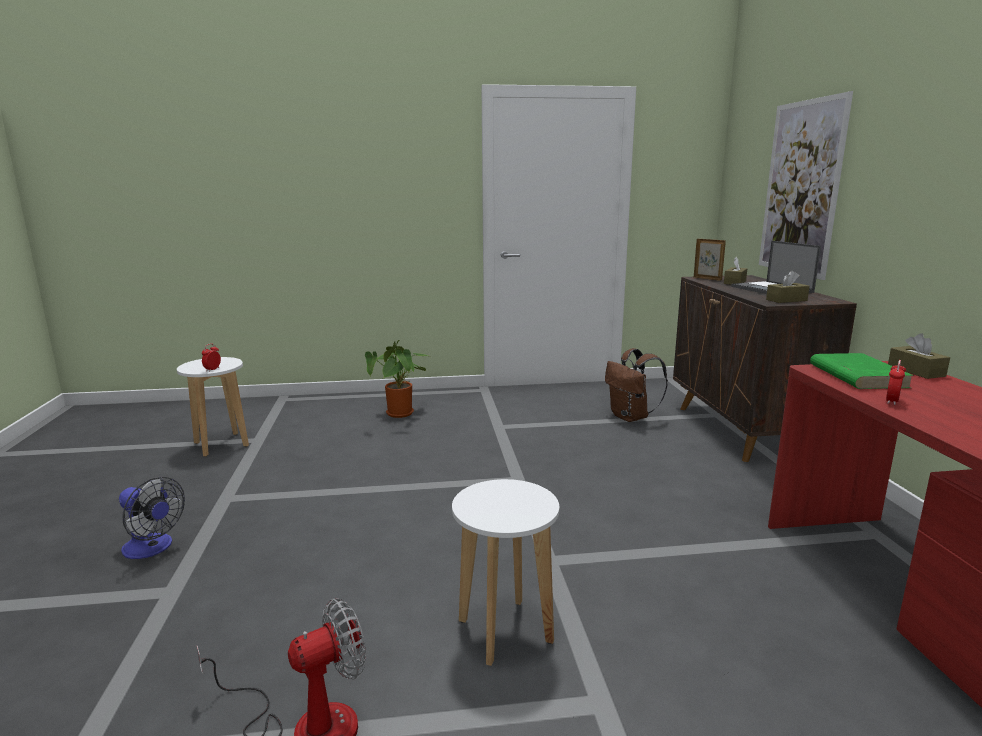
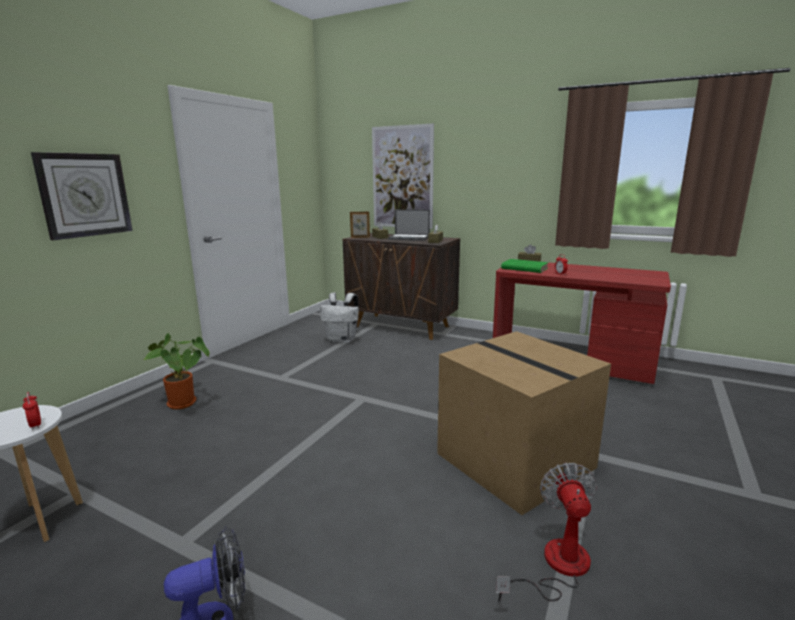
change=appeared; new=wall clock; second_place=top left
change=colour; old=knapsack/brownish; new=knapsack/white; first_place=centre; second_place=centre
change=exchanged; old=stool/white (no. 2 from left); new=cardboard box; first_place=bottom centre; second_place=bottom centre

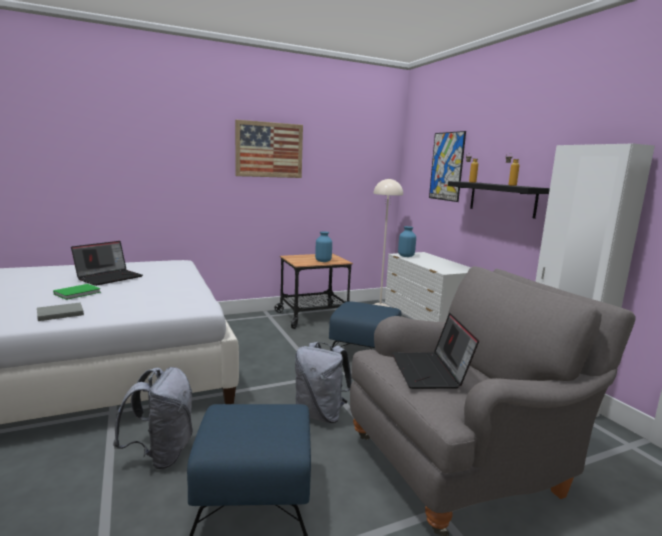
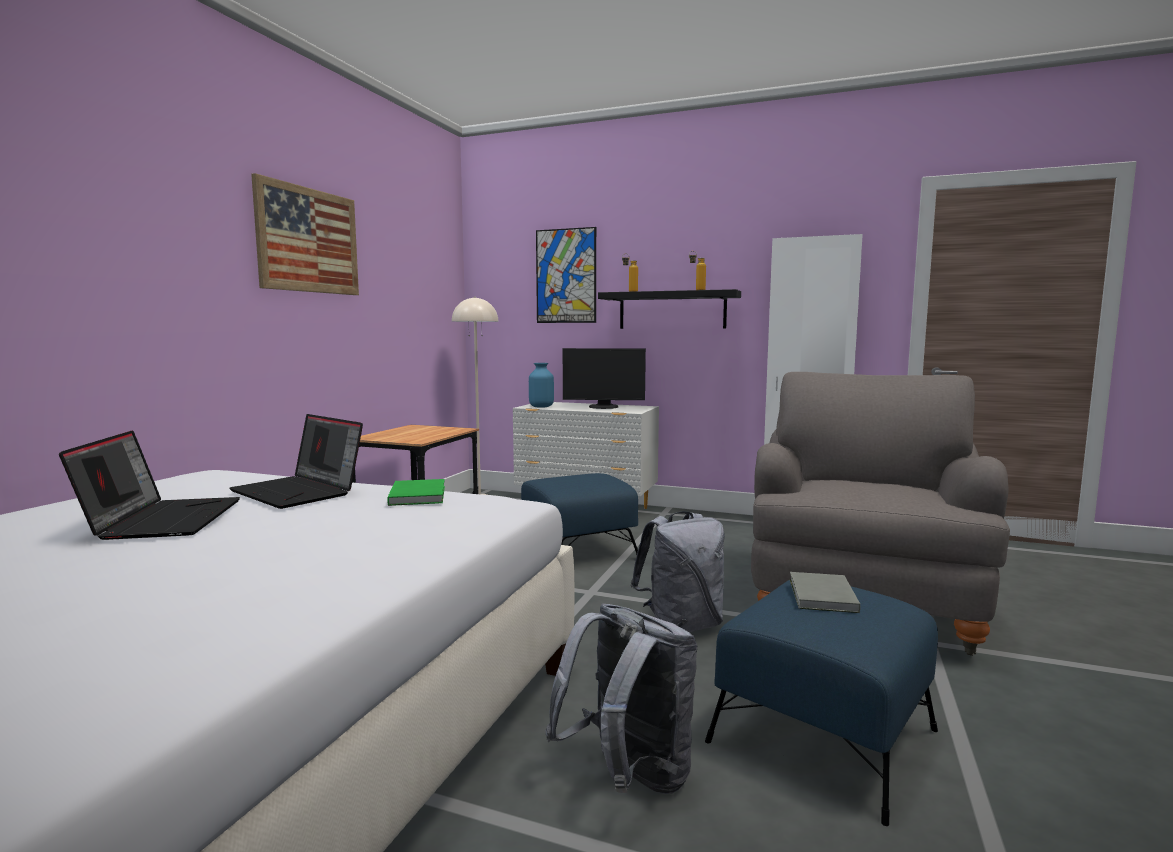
change=relocated; old=portable computer (no. 2 from left); first_place=centre; second_place=middle left
change=relocated; old=book/green; first_place=middle left; second_place=centre
change=appeared; new=computer display; second_place=centre
change=relocated; old=book/gray; first_place=middle left; second_place=bottom right
change=missing; old=vase/blue-coloured (no. 1 from left); first_place=centre

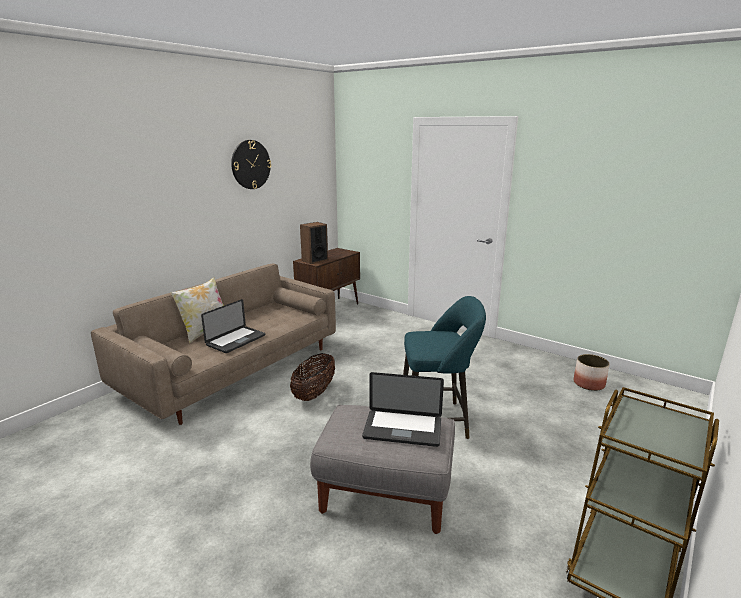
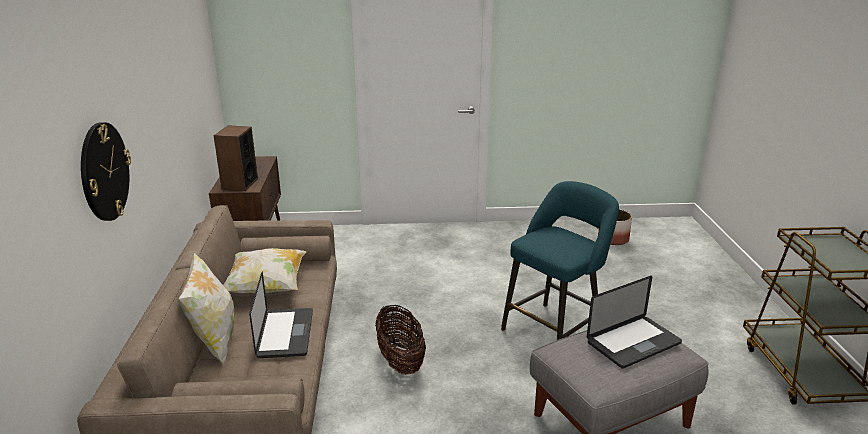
change=relocated; old=wall clock; first_place=top centre; second_place=middle left
change=appeared; new=pillow (no. 2 from left); second_place=middle left

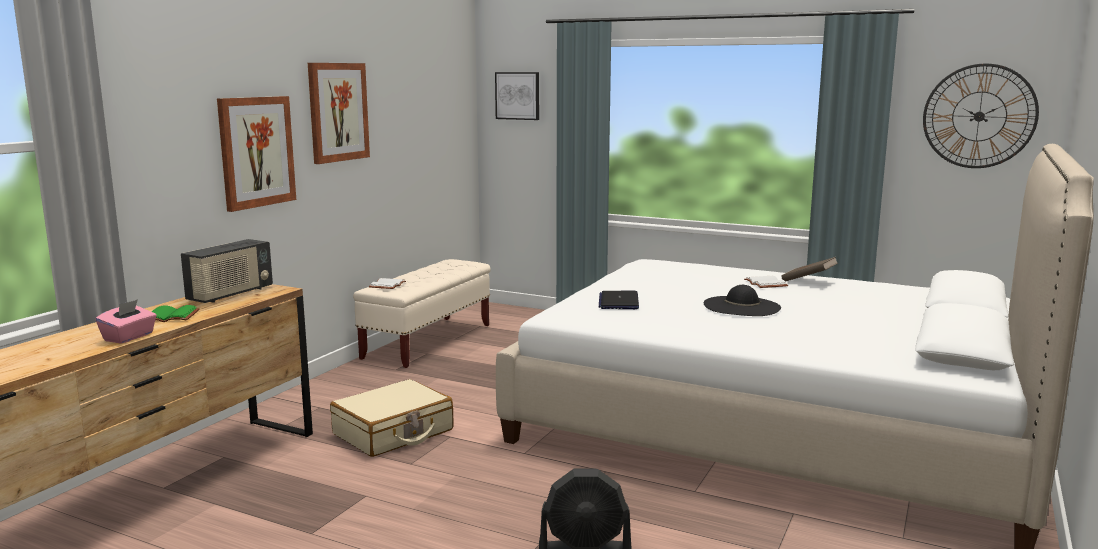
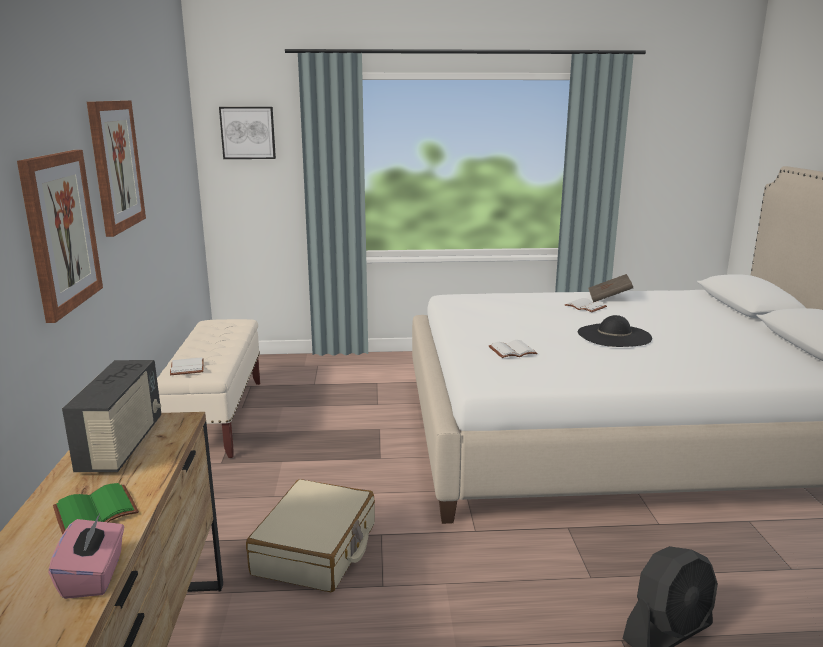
change=exchanged; old=portable computer; new=book/white (no. 2 from left); first_place=centre; second_place=centre
change=missing; old=wall clock; first_place=top right

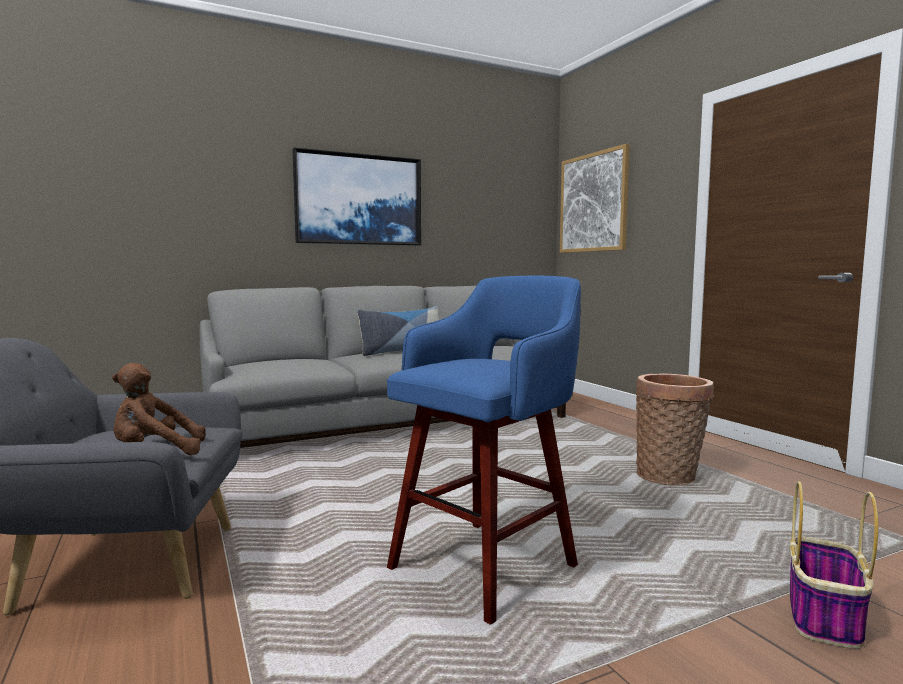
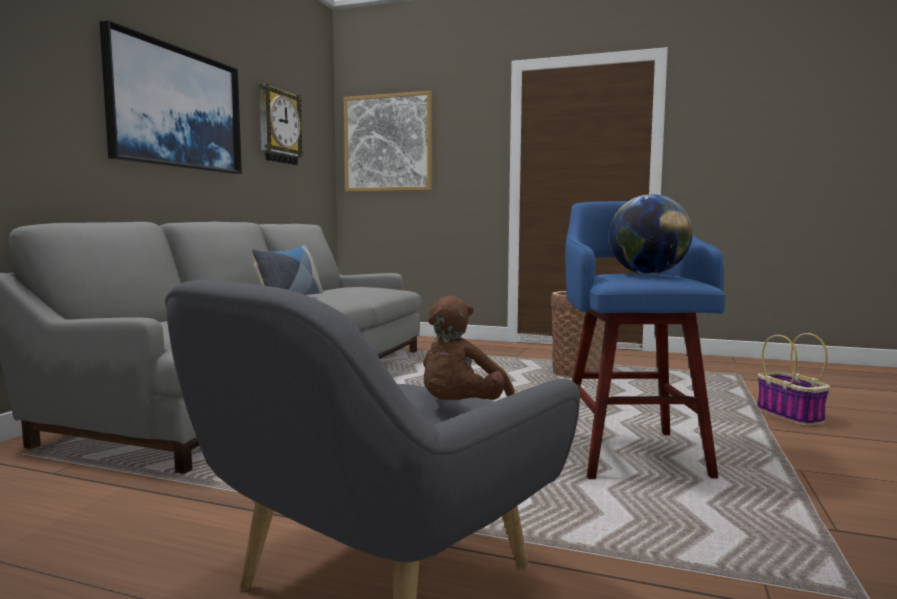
change=appeared; new=wall clock; second_place=top left
change=appeared; new=world globe; second_place=middle right

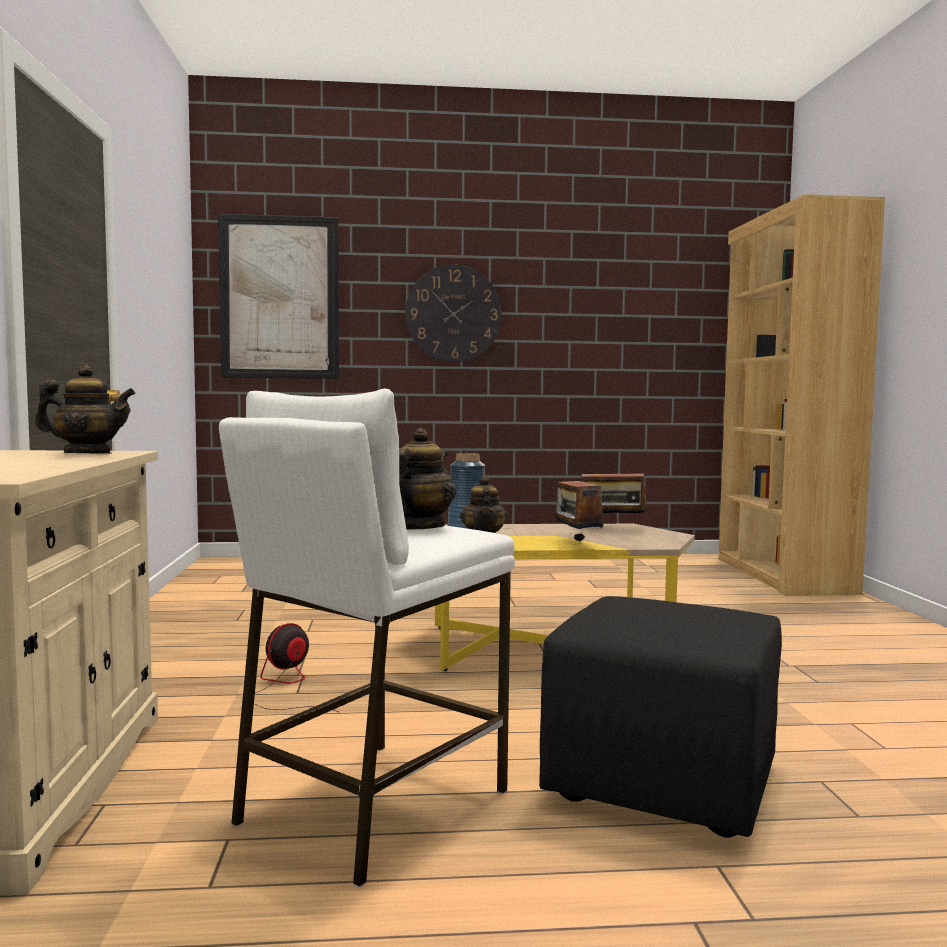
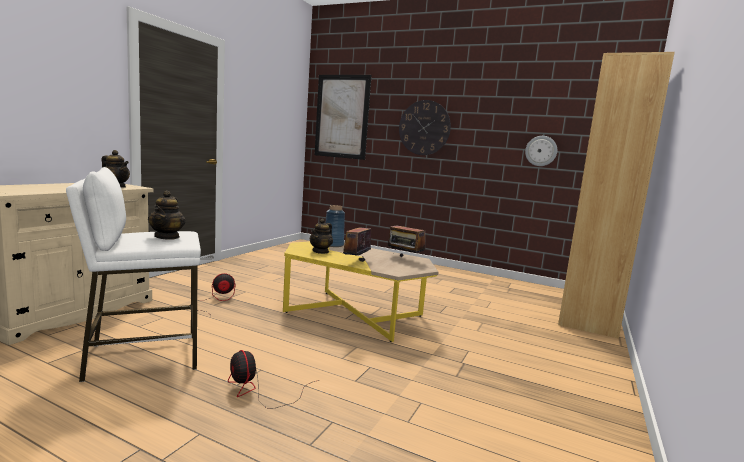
change=spun; old=pot for tea (no. 2 from left); first_place=centre; second_place=middle left; degrees=120
change=exchanged; old=ottoman/blackish; new=electric fan (no. 2 from left); first_place=bottom right; second_place=bottom centre
change=appeared; new=wall clock (no. 2 from left); second_place=top right

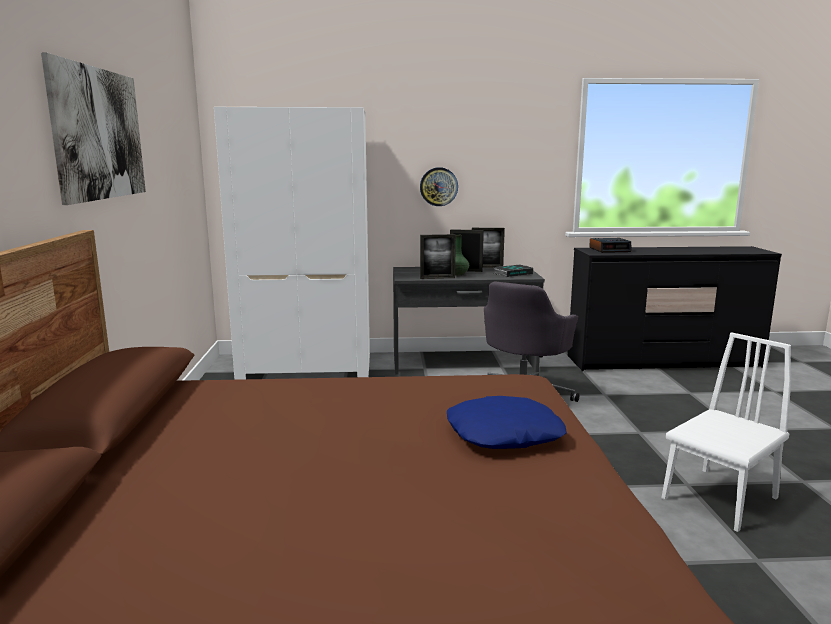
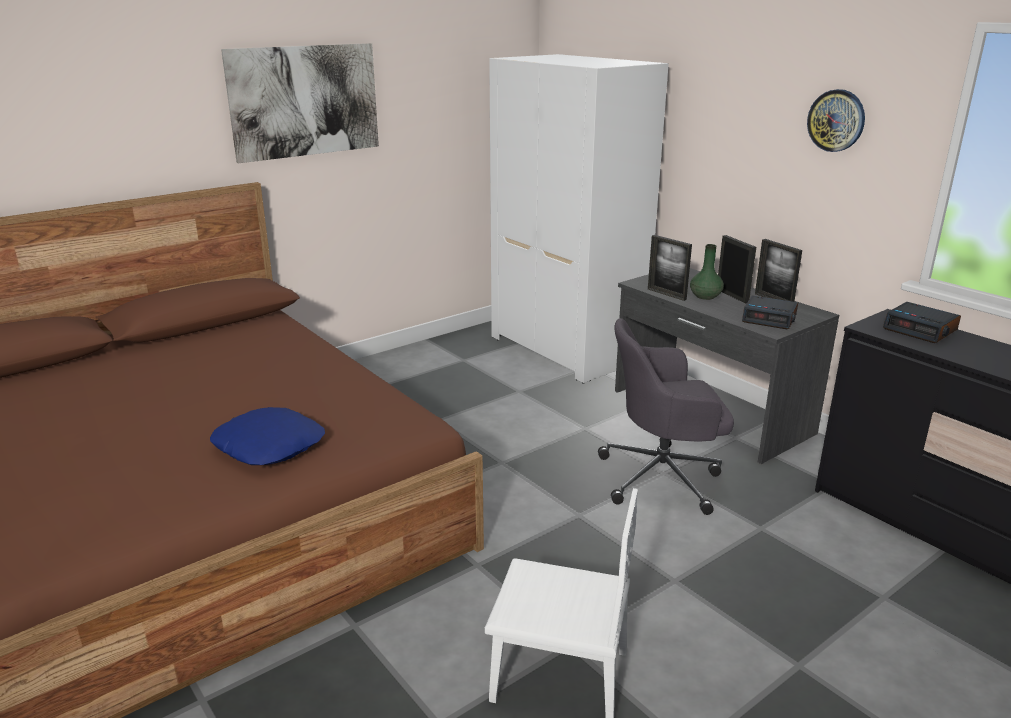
change=exchanged; old=book; new=bedside clock (no. 1 from left); first_place=centre; second_place=middle right
change=relocated; old=wall clock; first_place=top centre; second_place=top right

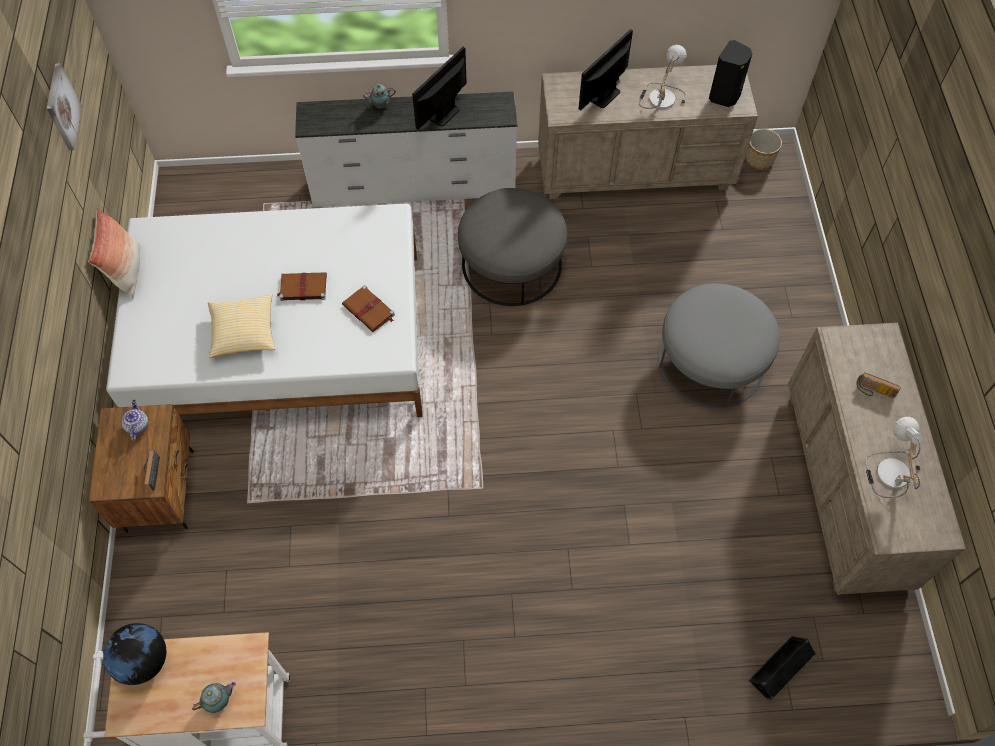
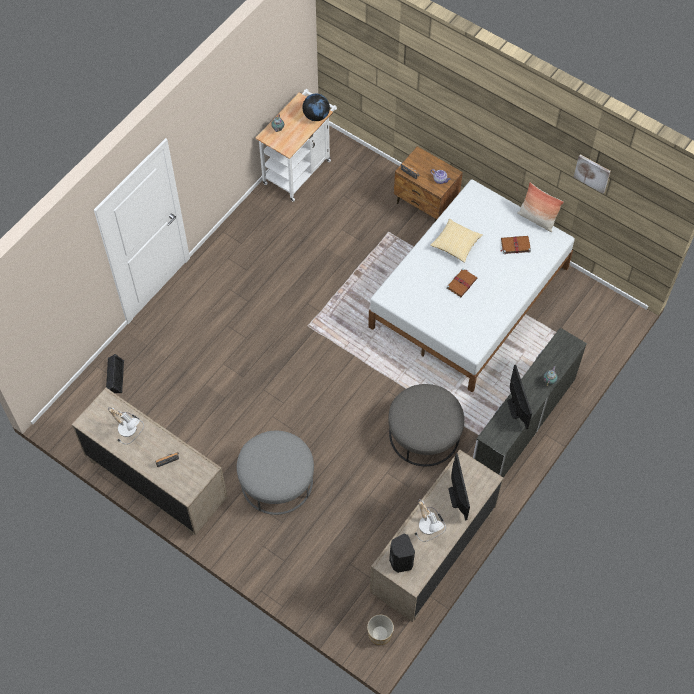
change=relocated; old=book/brownish (no. 2 from left); first_place=centre; second_place=middle right

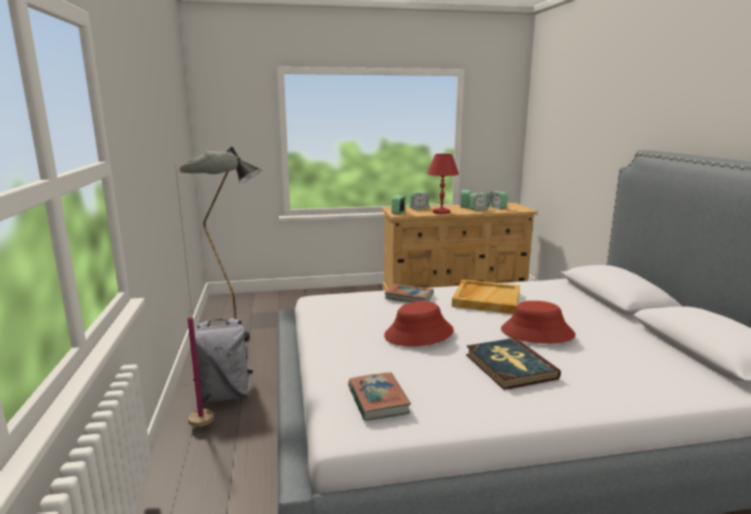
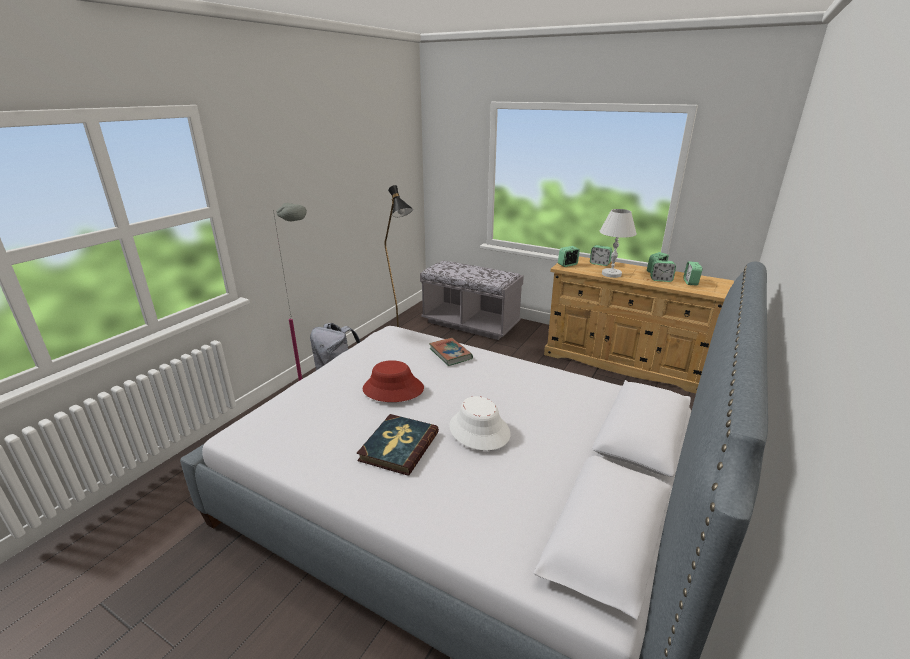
change=appeared; new=bench/gray; second_place=centre
change=colour; old=hat/reddish (no. 2 from left); new=hat/white; first_place=middle right; second_place=centre
change=colour; old=table lamp/reddish; new=table lamp/white; first_place=centre; second_place=middle right
change=missing; old=book (no. 1 from left); first_place=bottom centre
change=missing; old=tray/sand-coloured; first_place=centre

